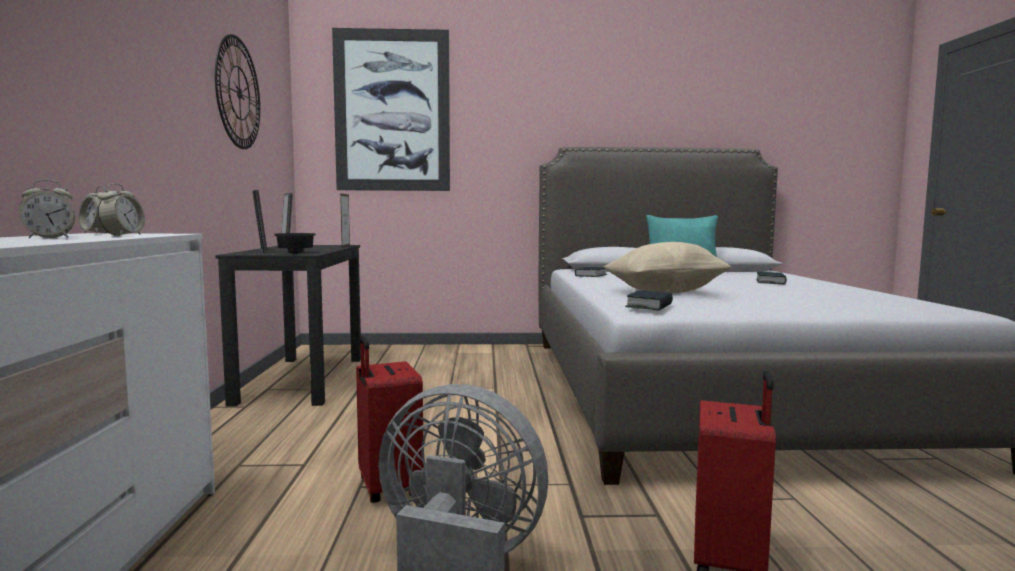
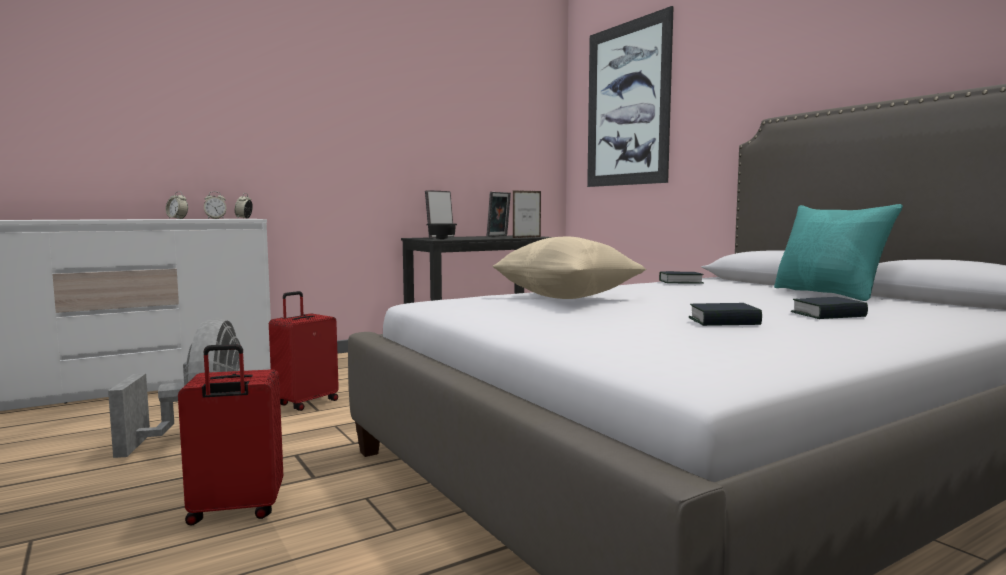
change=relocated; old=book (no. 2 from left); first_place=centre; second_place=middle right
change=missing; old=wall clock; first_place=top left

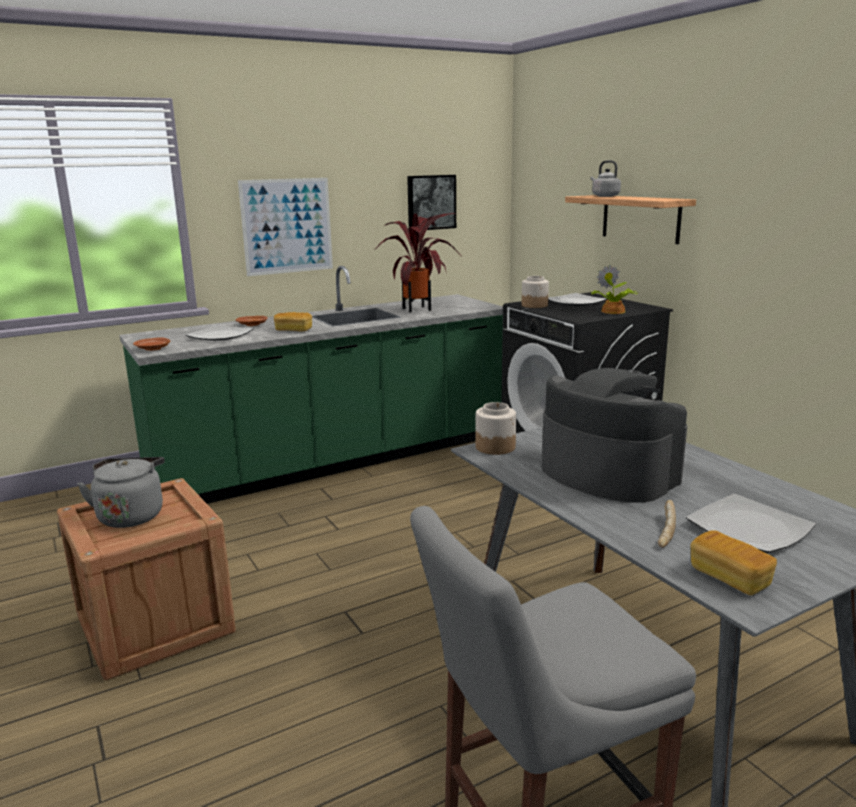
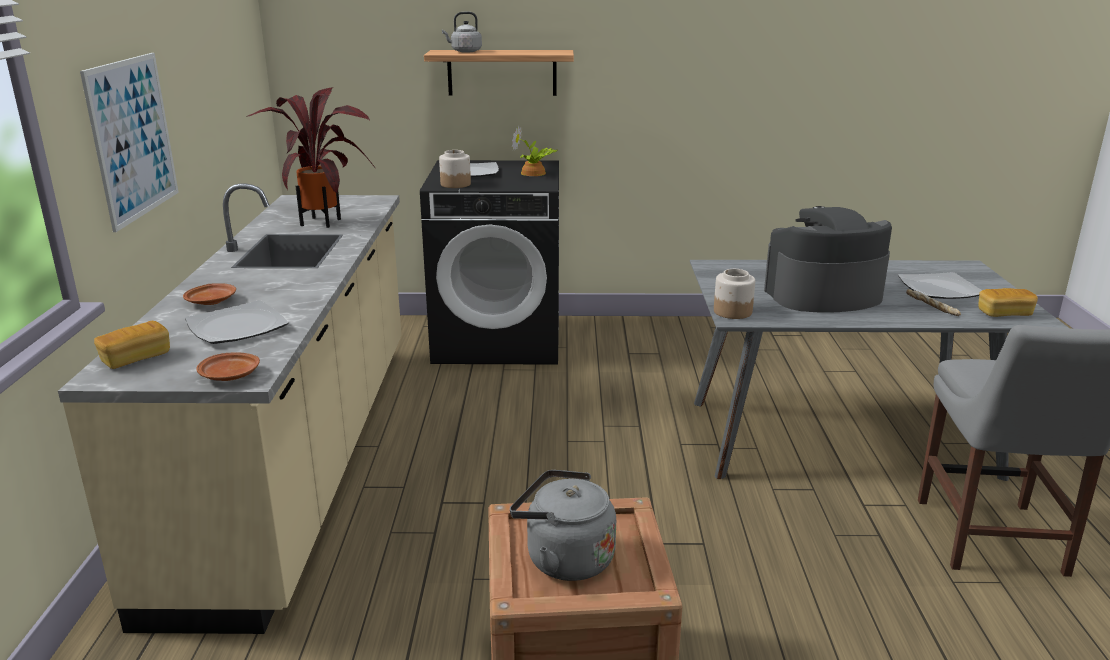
change=colour; old=kitchen base unit/green; new=kitchen base unit/sand-coloured; first_place=centre; second_place=middle left
change=relocated; old=baked bread (no. 1 from left); first_place=centre; second_place=middle left
change=missing; old=picture (no. 2 from left); first_place=top centre

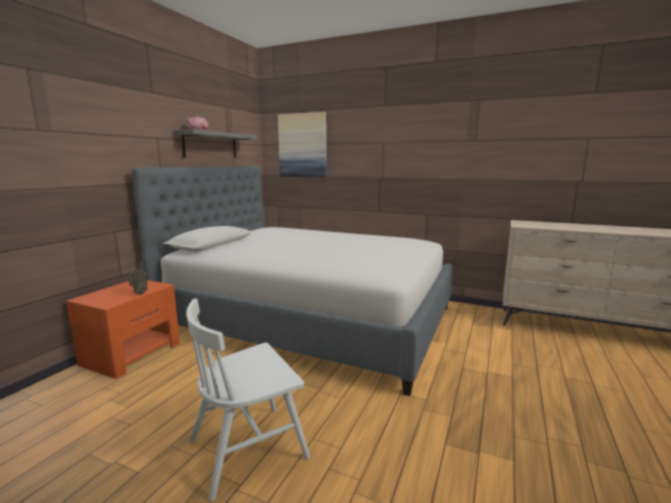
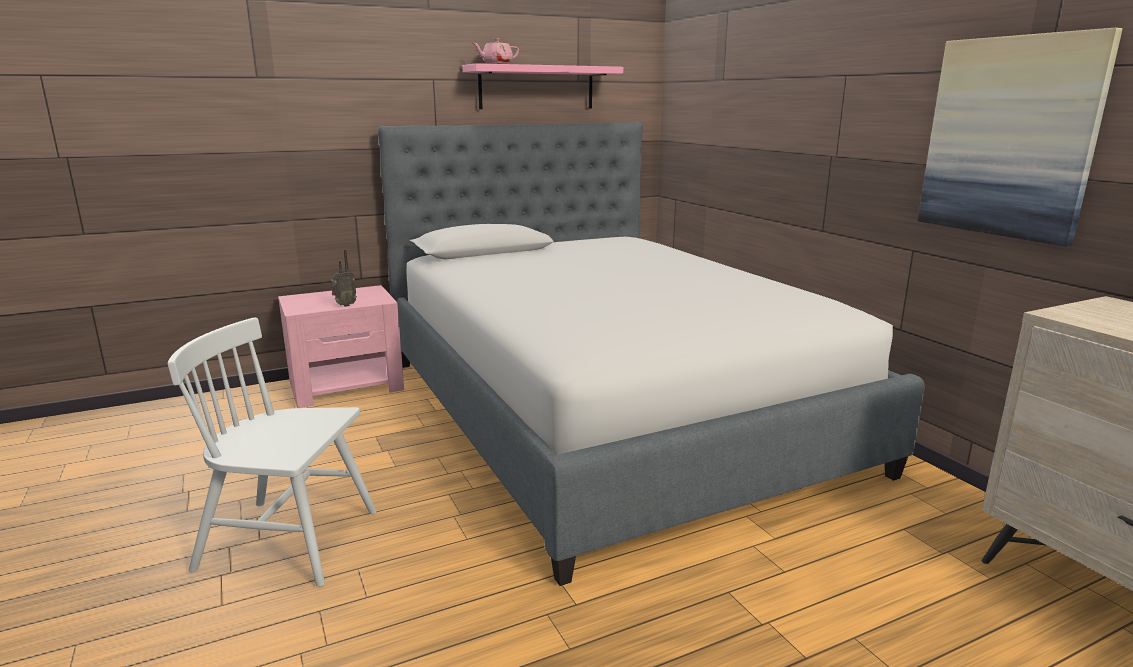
change=colour; old=night table/orangey; new=night table/pink; first_place=middle left; second_place=middle left
change=colour; old=shelf/gray; new=shelf/pink; first_place=top left; second_place=top centre
change=relocated; old=picture; first_place=top centre; second_place=top right

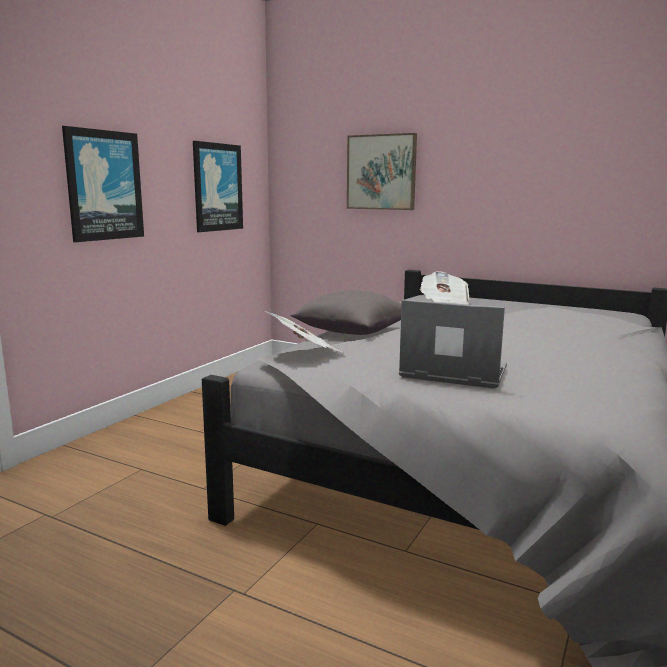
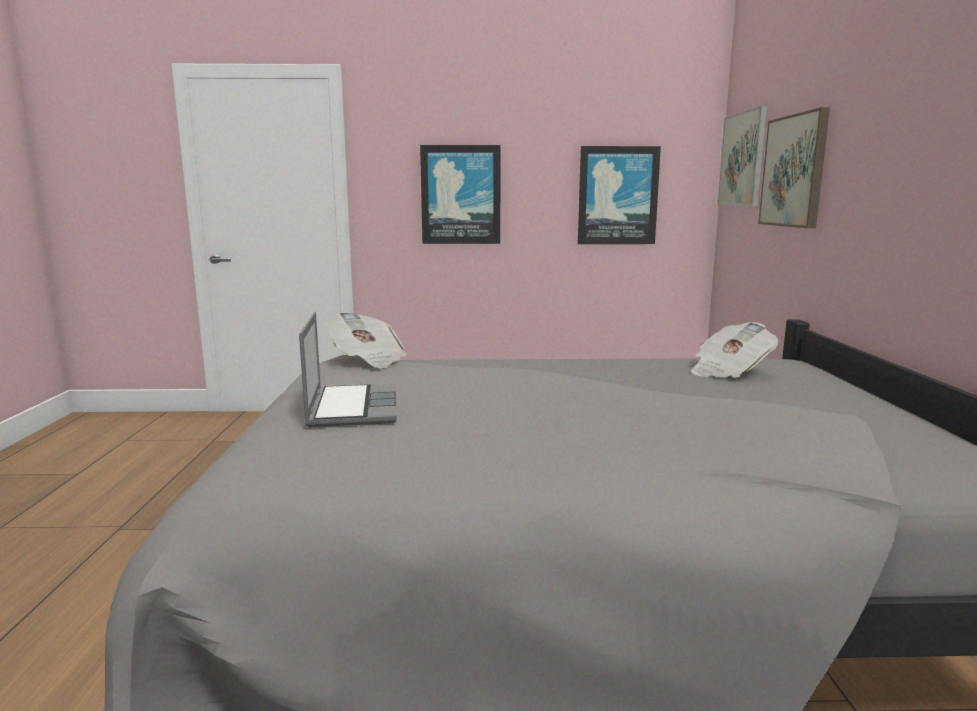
change=appeared; new=picture (no. 3 from left); second_place=top right
change=missing; old=pillow/gray; first_place=centre

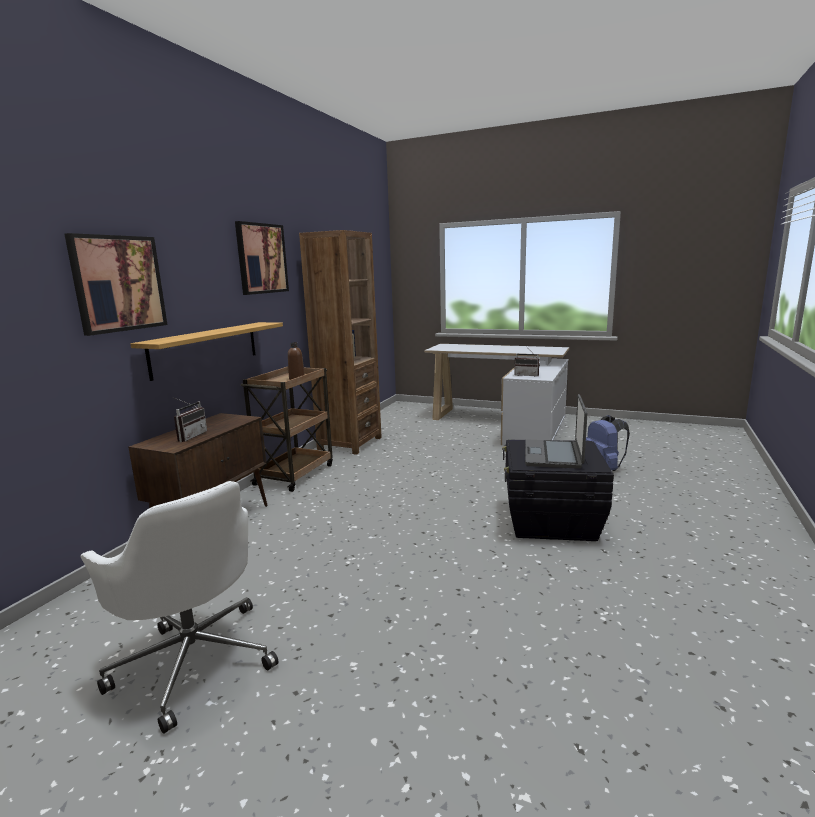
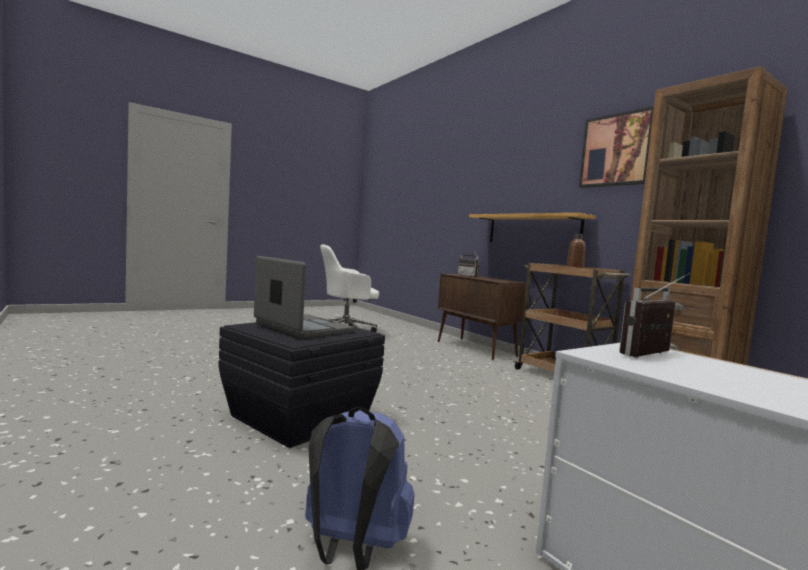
change=missing; old=picture (no. 1 from left); first_place=middle left

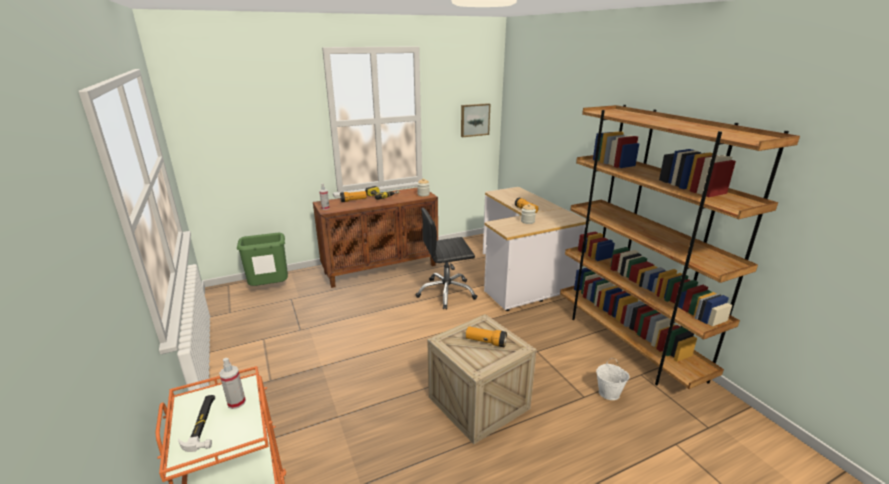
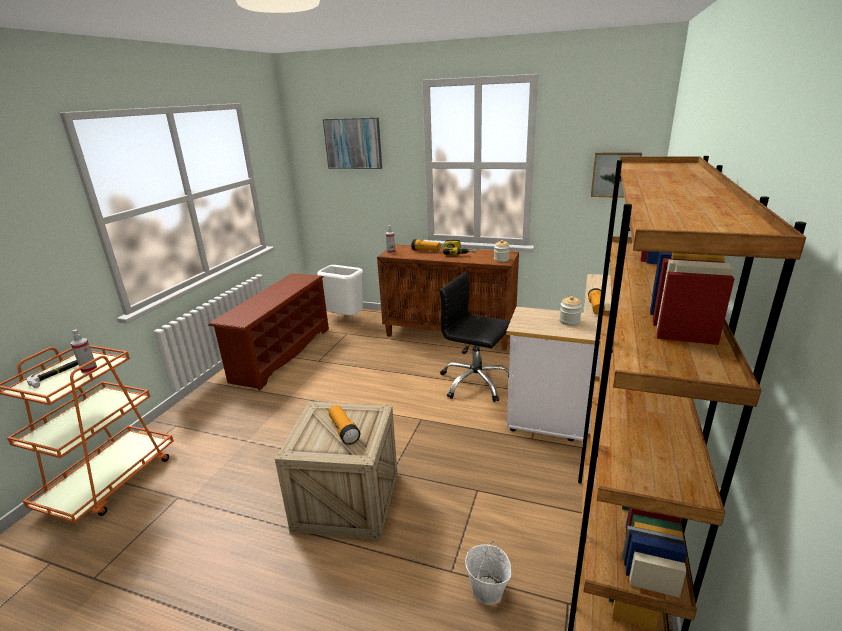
change=appeared; new=shoe stand/brownish; second_place=middle left
change=colour; old=rubbish bin/green; new=rubbish bin/white; first_place=middle left; second_place=centre
change=appeared; new=picture (no. 1 from left); second_place=top centre

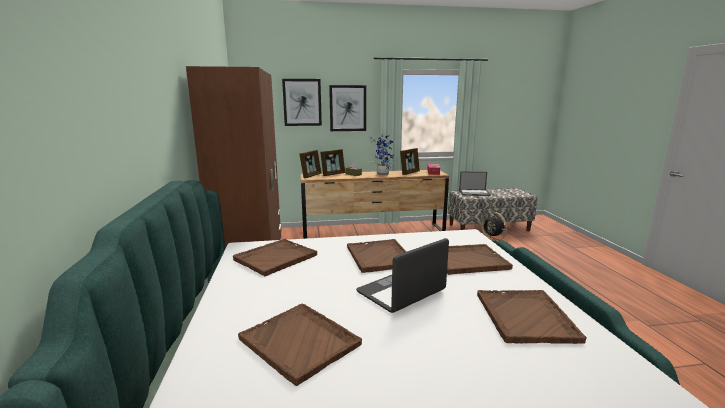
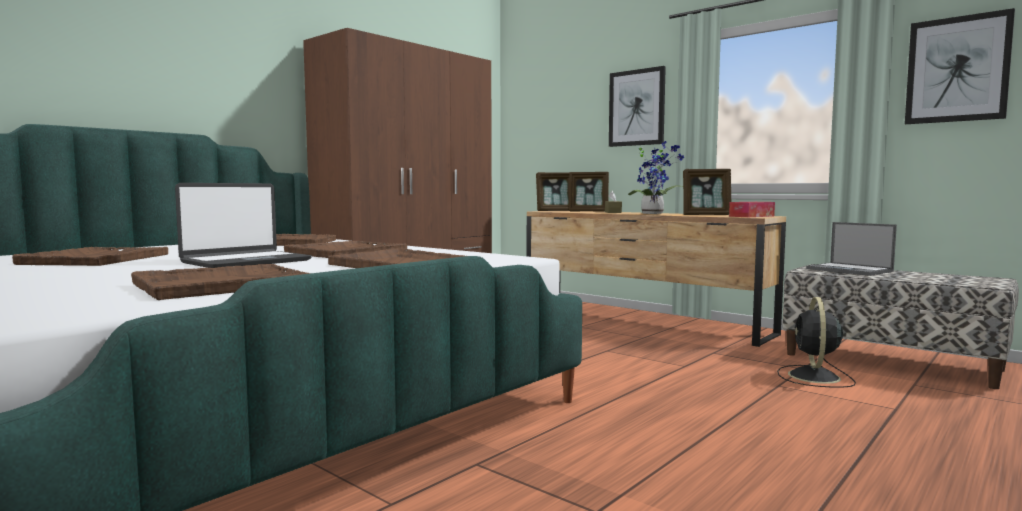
change=spun; old=portable computer (no. 1 from left); first_place=bottom centre; second_place=middle left; degrees=120
change=relocated; old=picture (no. 1 from left in the first image); new=picture (no. 2 from left); first_place=top centre; second_place=top right

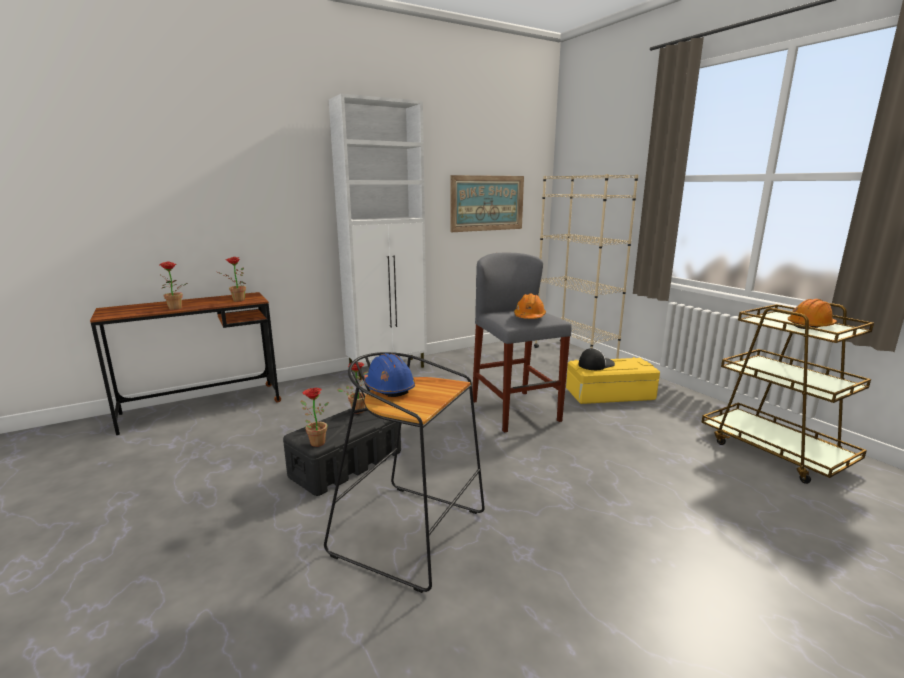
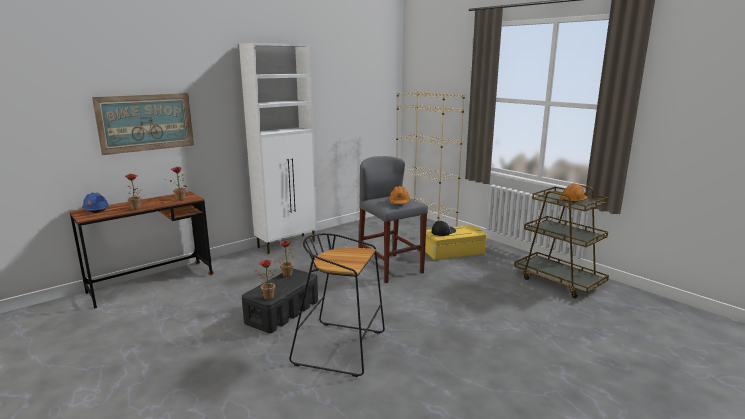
change=relocated; old=safety helmet/blue-coloured; first_place=centre; second_place=middle left
change=relocated; old=picture; first_place=top centre; second_place=top left

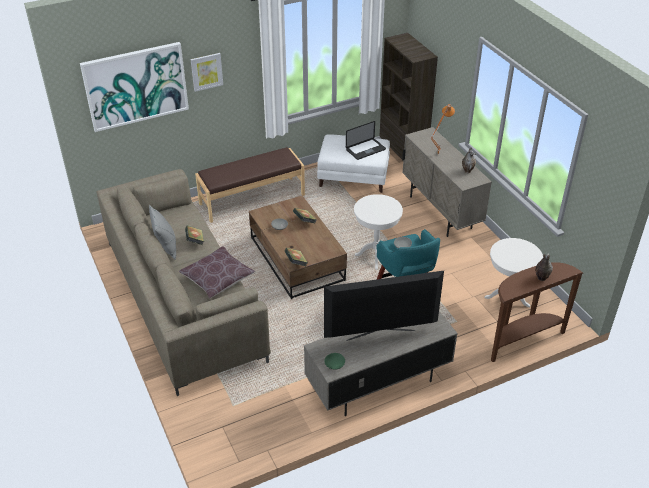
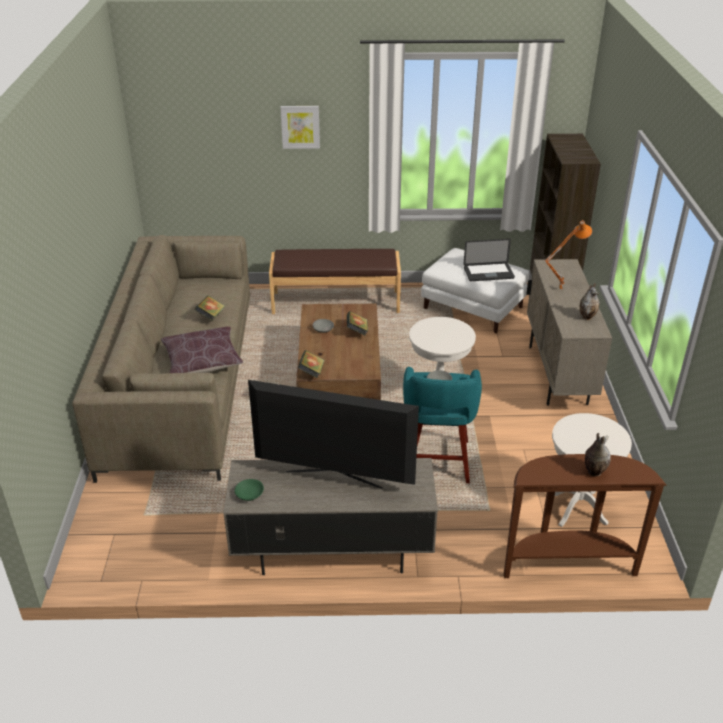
change=missing; old=picture (no. 1 from left); first_place=top left
change=missing; old=pillow/gray; first_place=middle left

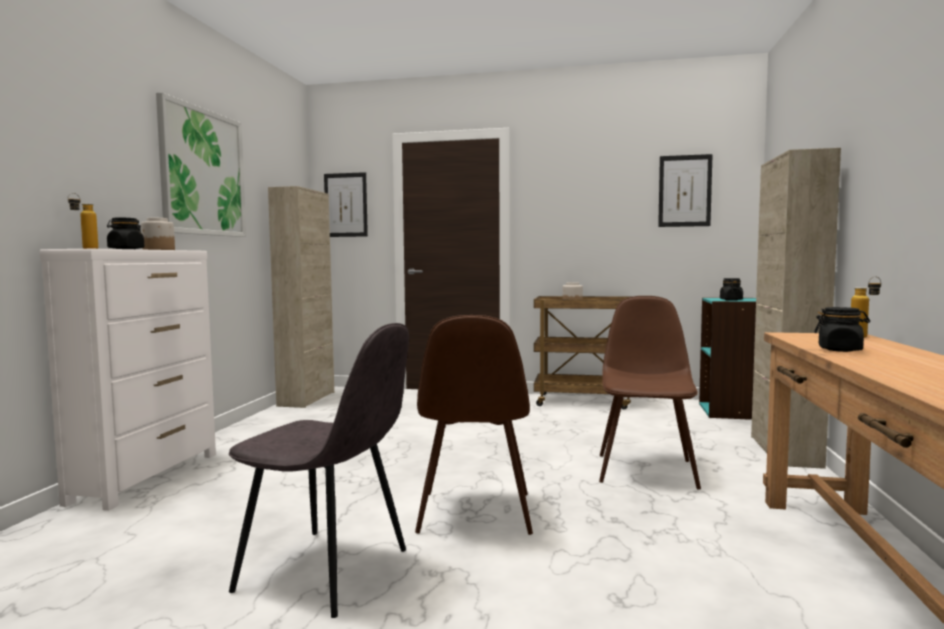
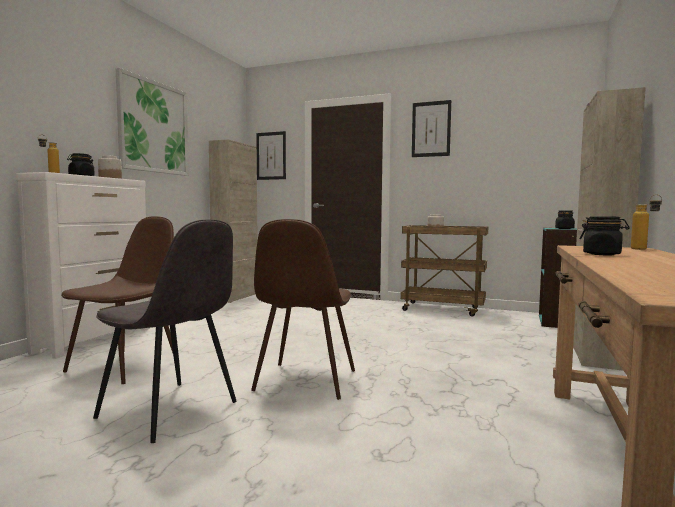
change=relocated; old=chair/brownish (no. 2 from left in the first image); new=chair/brownish (no. 1 from left); first_place=middle right; second_place=middle left
change=relocated; old=picture (no. 3 from left); first_place=top right; second_place=top centre

